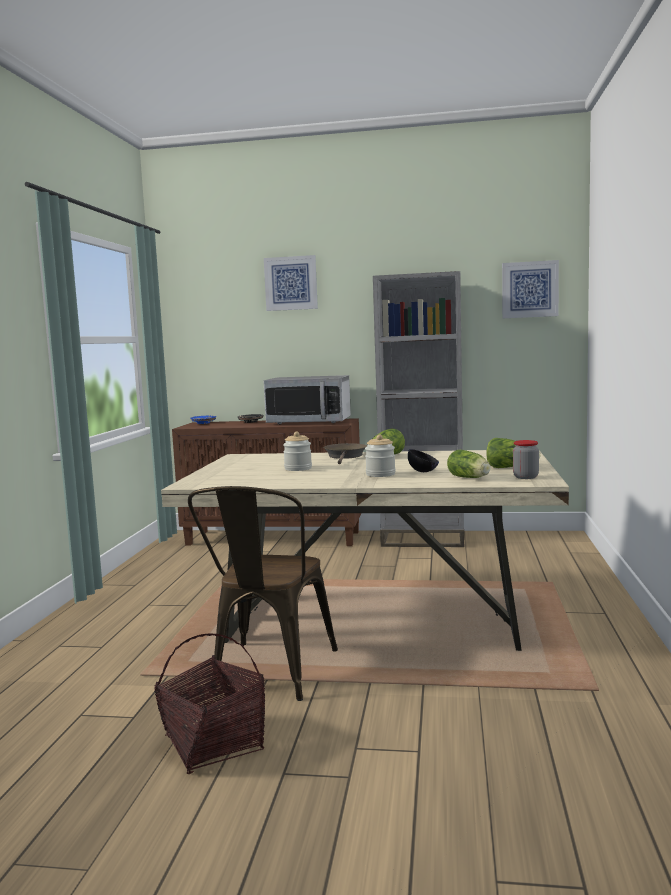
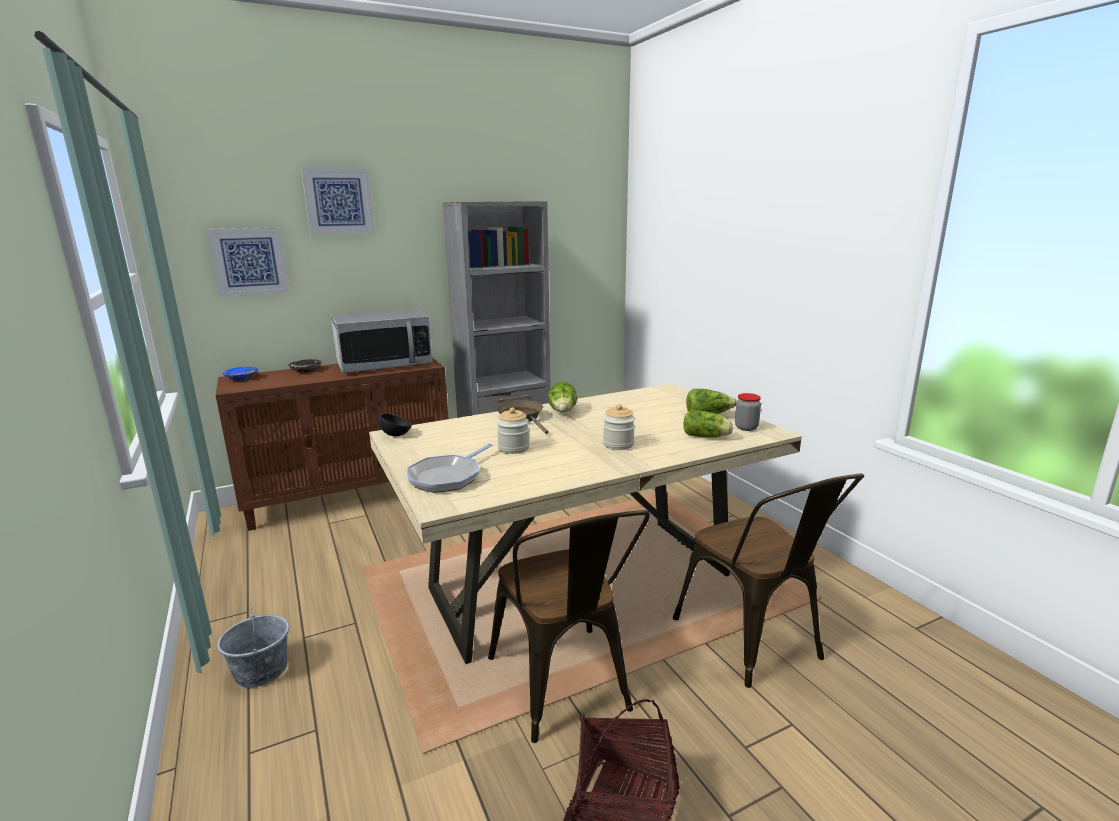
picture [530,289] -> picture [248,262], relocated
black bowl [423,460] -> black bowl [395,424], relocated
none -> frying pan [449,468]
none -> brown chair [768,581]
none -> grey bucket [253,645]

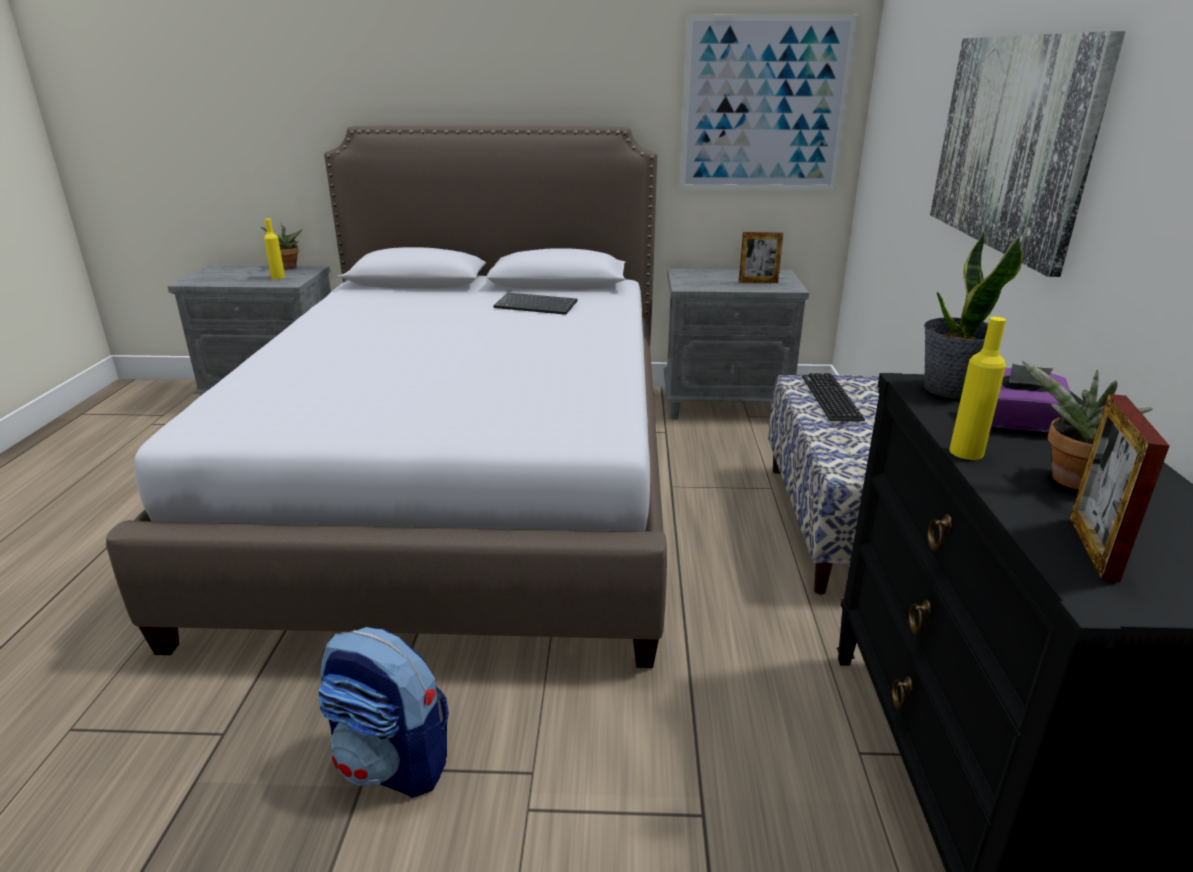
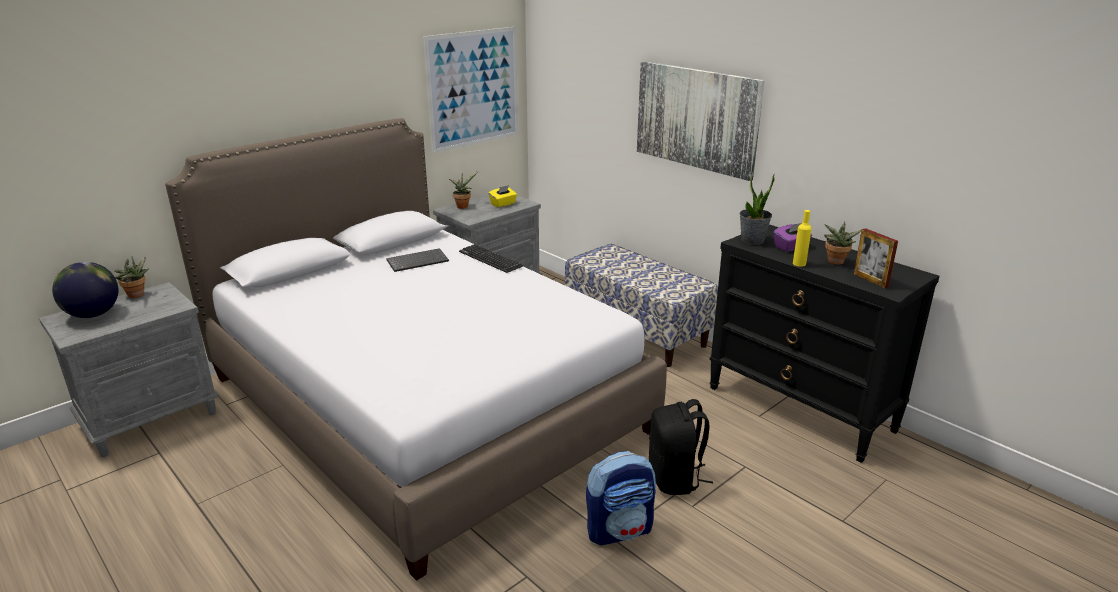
yellow bottle [274,249] -> none
picture frame [761,257] -> yellow tissue box [502,196]
keyboard [833,397] -> keyboard [491,258], relocated
none -> potted plant [463,190]
none -> globe [85,290]
none -> black backpack [681,447]

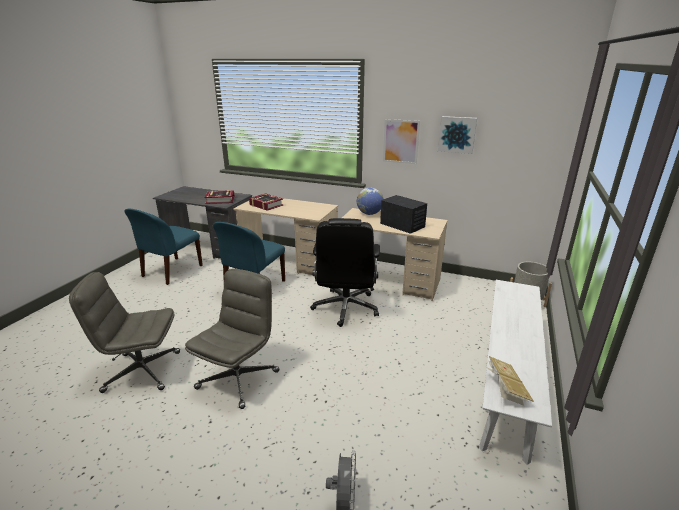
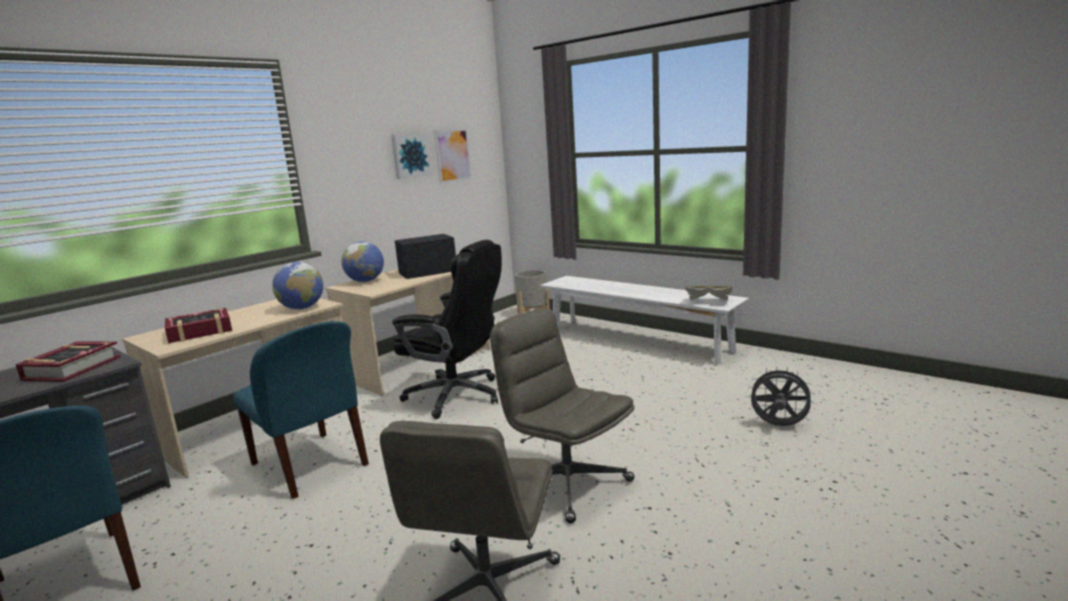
picture [401,141] -> picture [453,156], relocated
none -> globe [297,286]

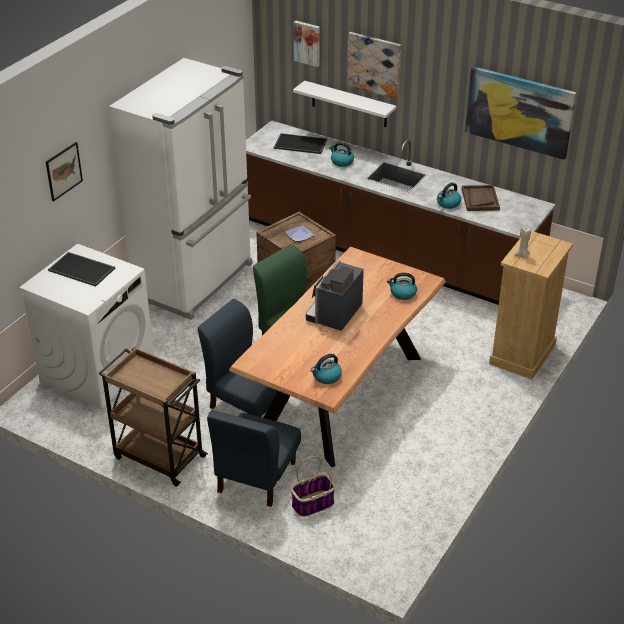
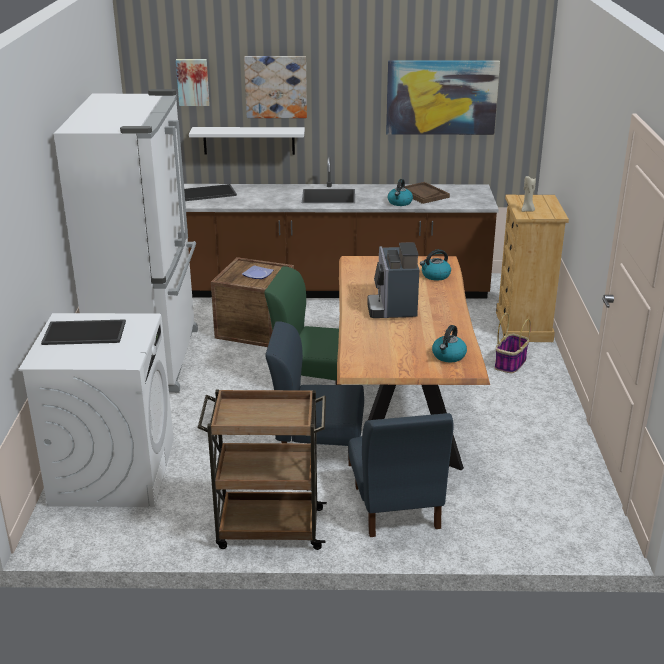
picture [64,171] -> none
kettle [341,154] -> none
basket [313,486] -> basket [513,343], relocated

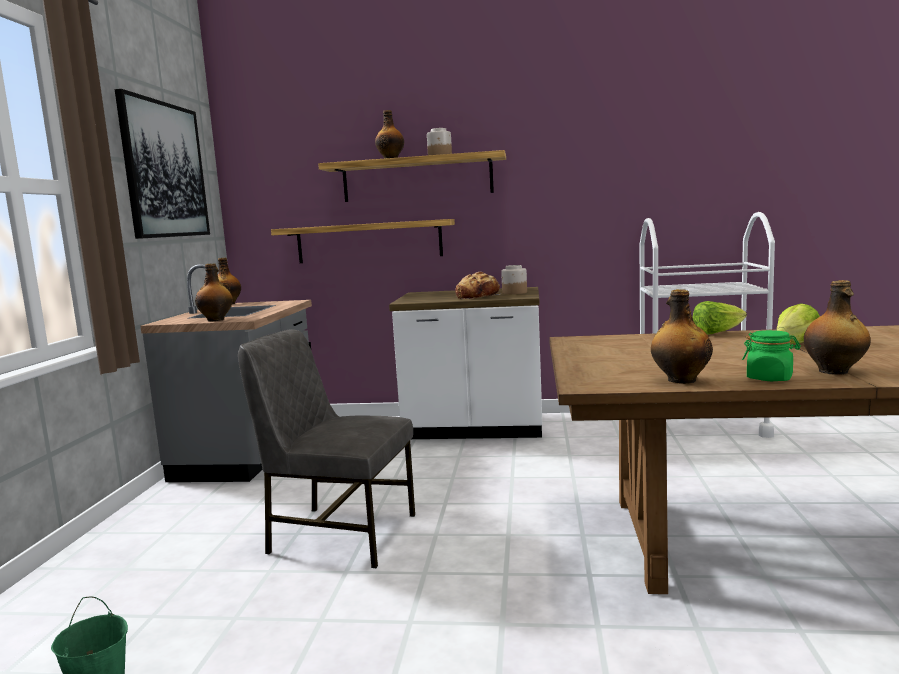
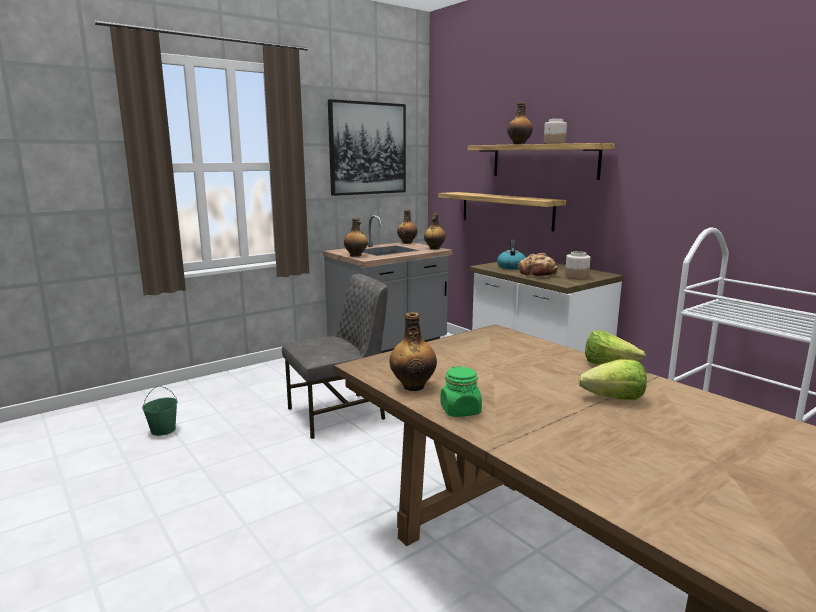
bottle [837,327] -> bottle [435,232], relocated
grey chair [326,448] -> grey chair [335,356], 90 degrees clockwise
none -> kettle [511,255]

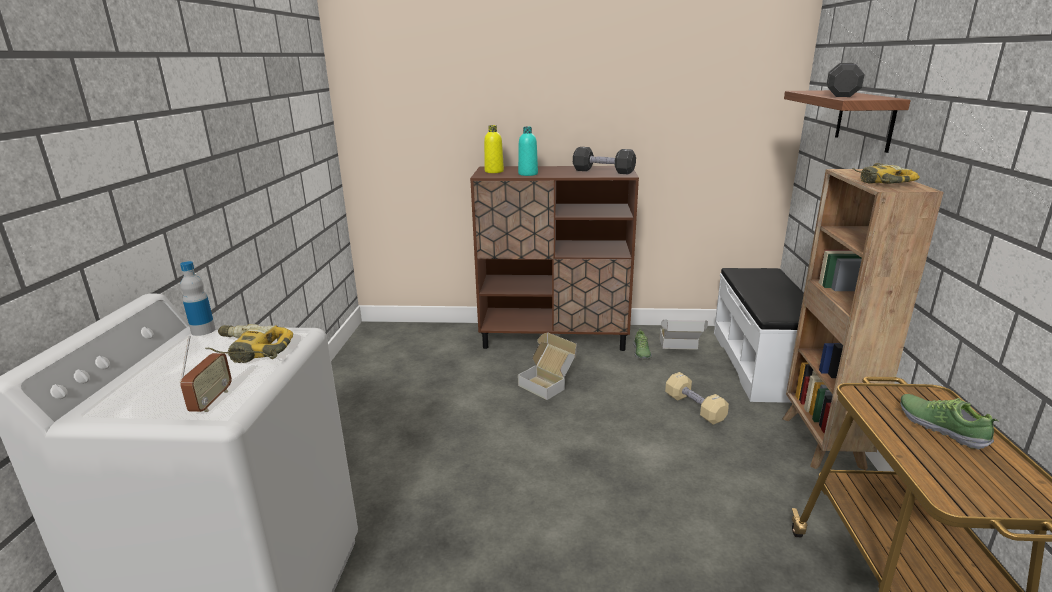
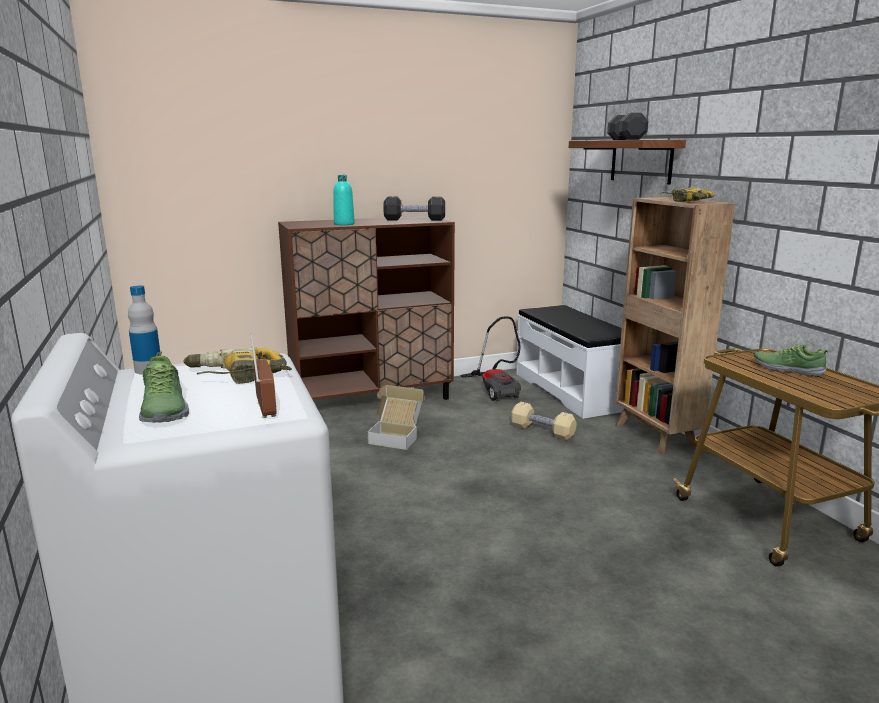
yellow bottle [494,149] -> none
cardboard box [684,334] -> vacuum cleaner [491,358]
shoe [642,344] -> shoe [164,387], relocated

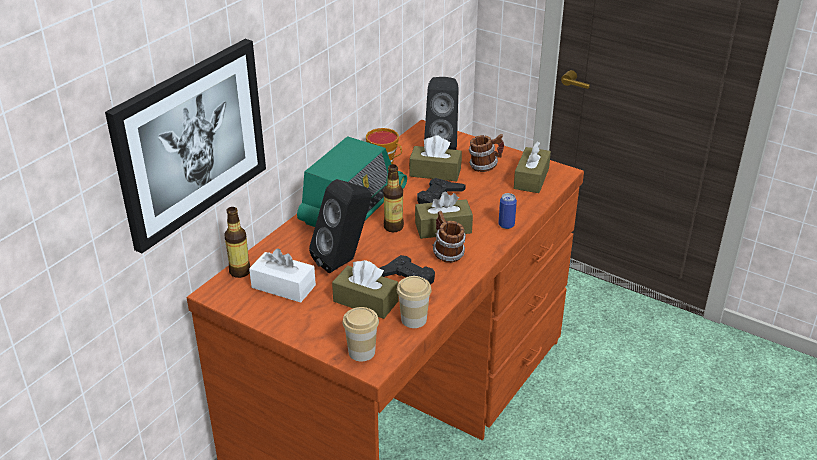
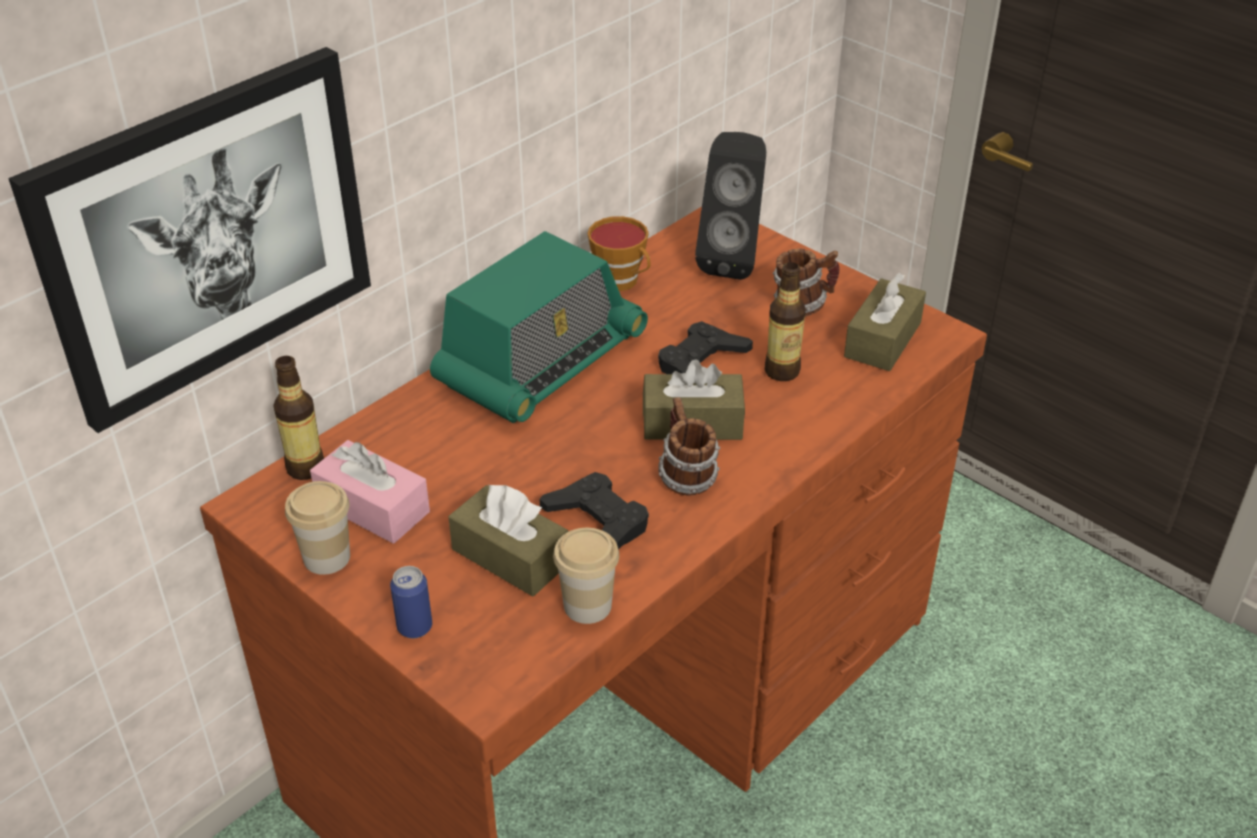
brown tissue box [435,158] -> none
bottle [393,198] -> bottle [785,321], relocated
black speaker [340,226] -> none
can [507,211] -> can [411,602], relocated
white tissue box [282,275] -> pink tissue box [370,492]
cup [360,334] -> cup [317,528], relocated

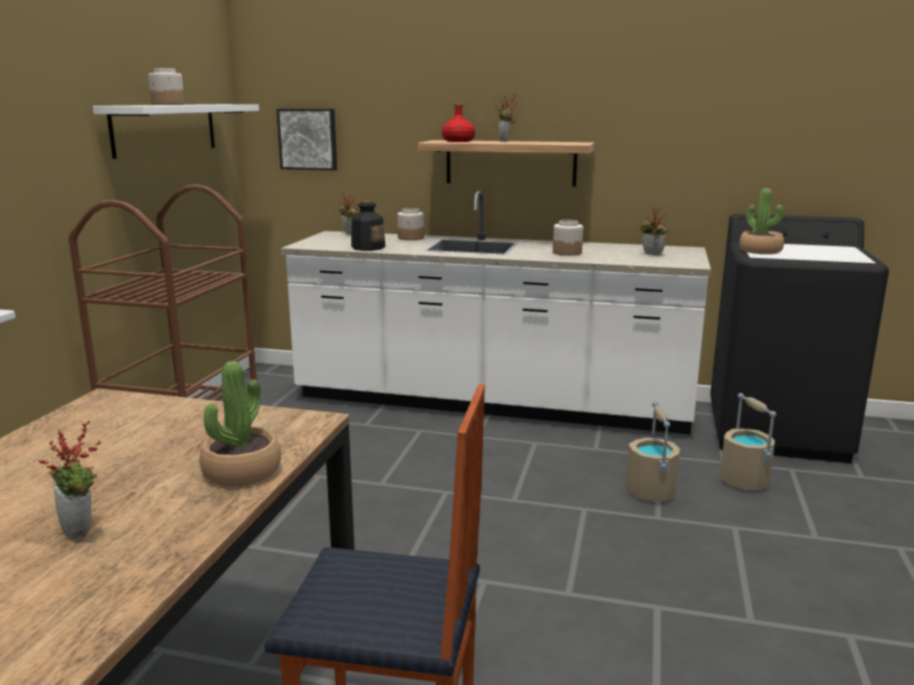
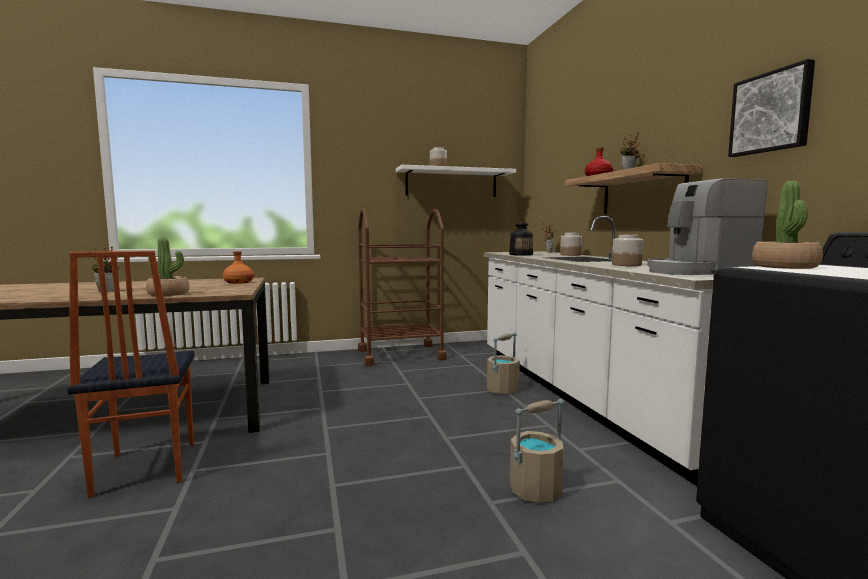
picture [307,139] -> picture [771,108], relocated
potted plant [653,231] -> coffee machine [707,226]
beige bucket [747,442] -> beige bucket [503,363], relocated
none -> orange bottle [238,267]

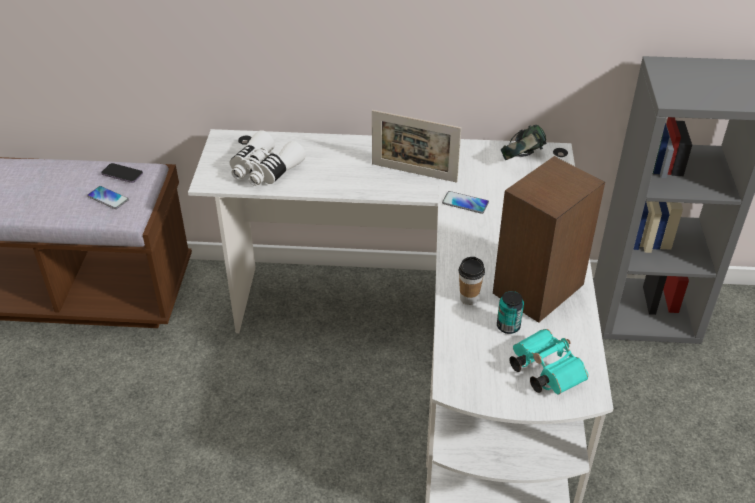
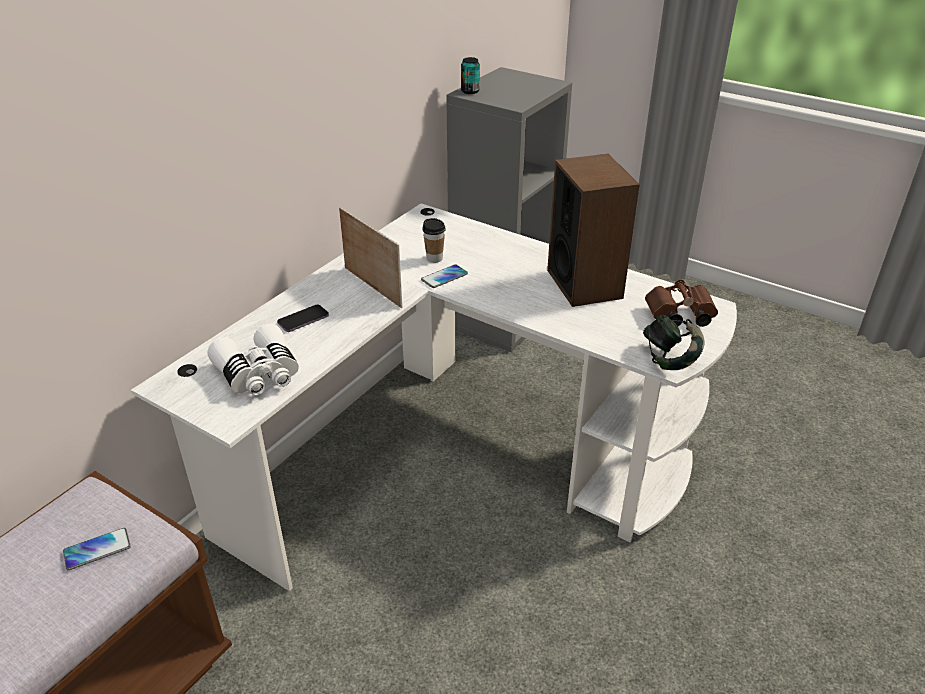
picture frame [416,146] -> picture frame [370,257], 90 degrees counterclockwise
headphones [523,142] -> headphones [673,342], relocated
phone [122,173] -> phone [303,318], relocated
cup [471,281] -> cup [434,240], relocated
can [510,312] -> can [470,75], relocated
turquoise binoculars [549,361] -> brown binoculars [681,303]

